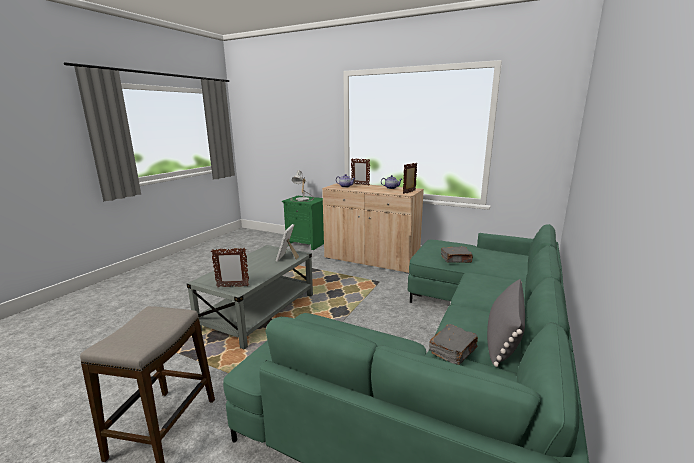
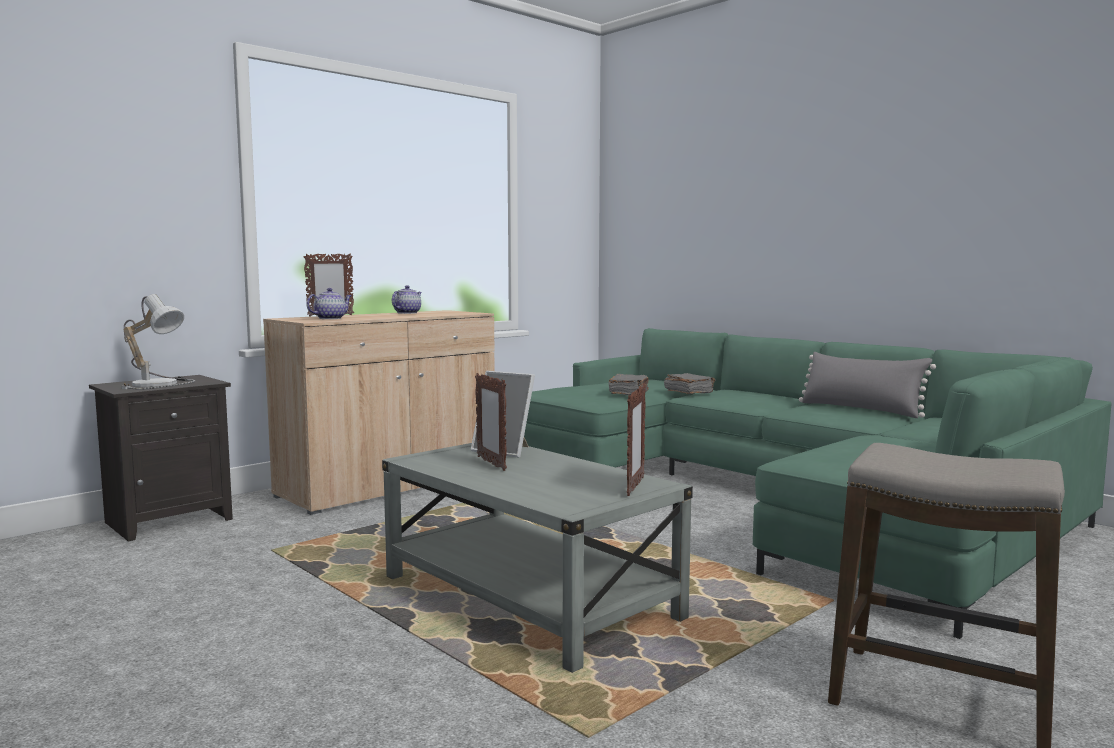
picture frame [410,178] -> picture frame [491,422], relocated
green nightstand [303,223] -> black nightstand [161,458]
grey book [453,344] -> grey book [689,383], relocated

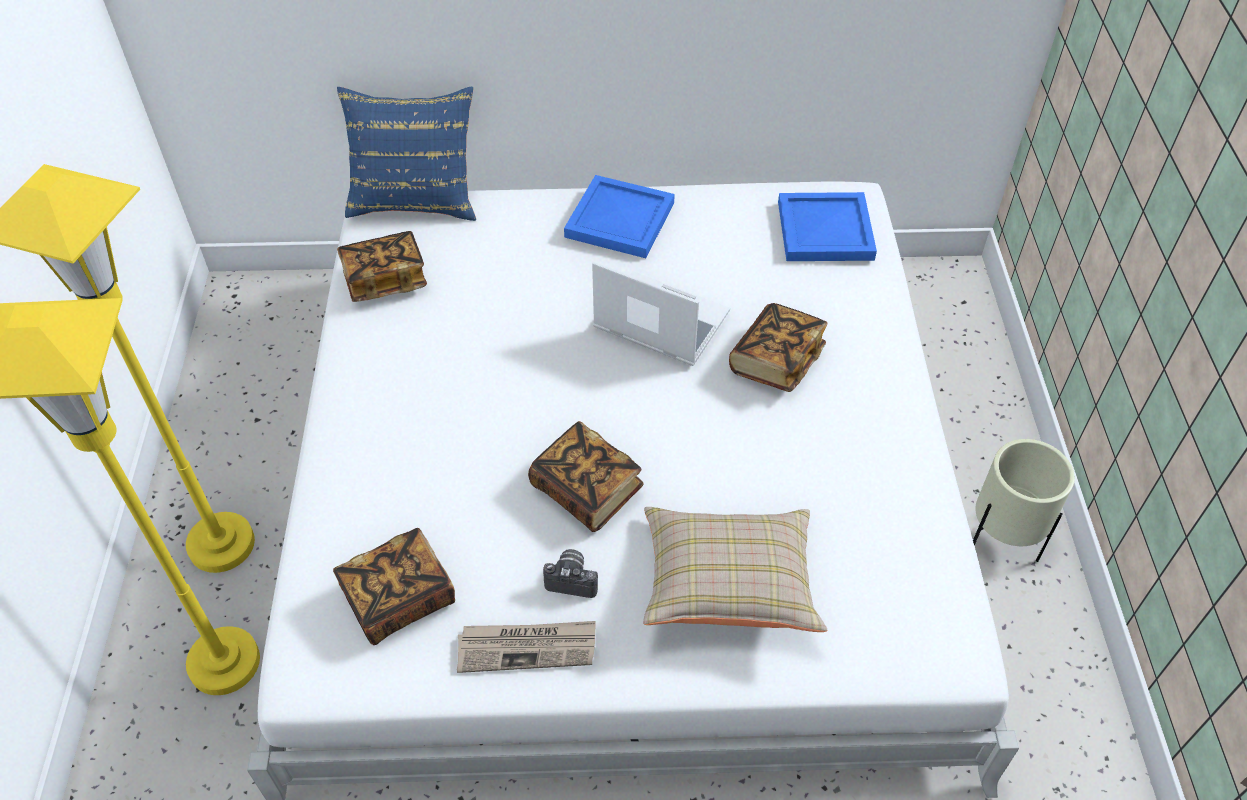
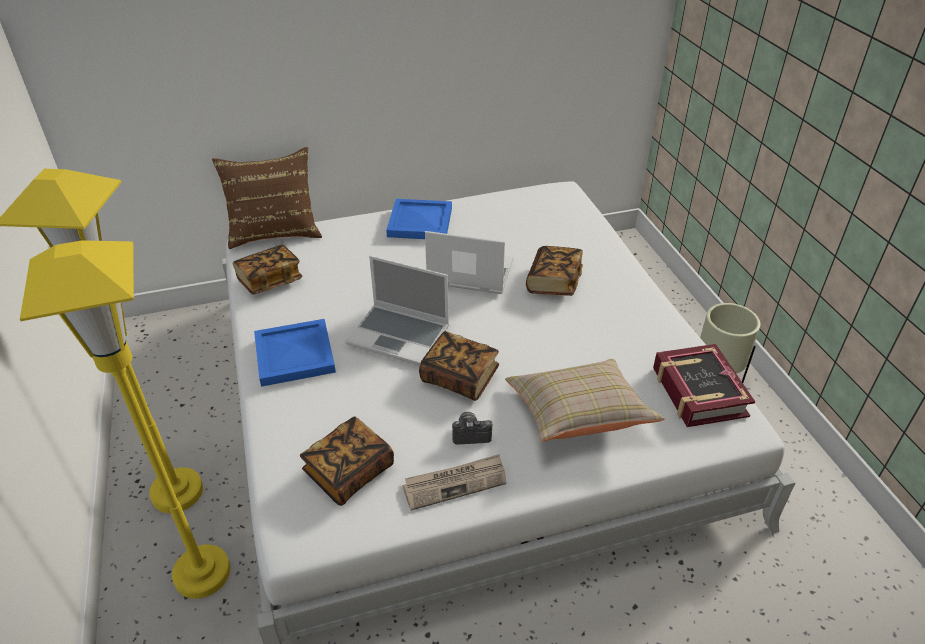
blue pillow [406,154] -> brown pillow [267,198]
blue tray [827,226] -> blue tray [295,353], relocated
none -> laptop [397,311]
none -> book [704,385]

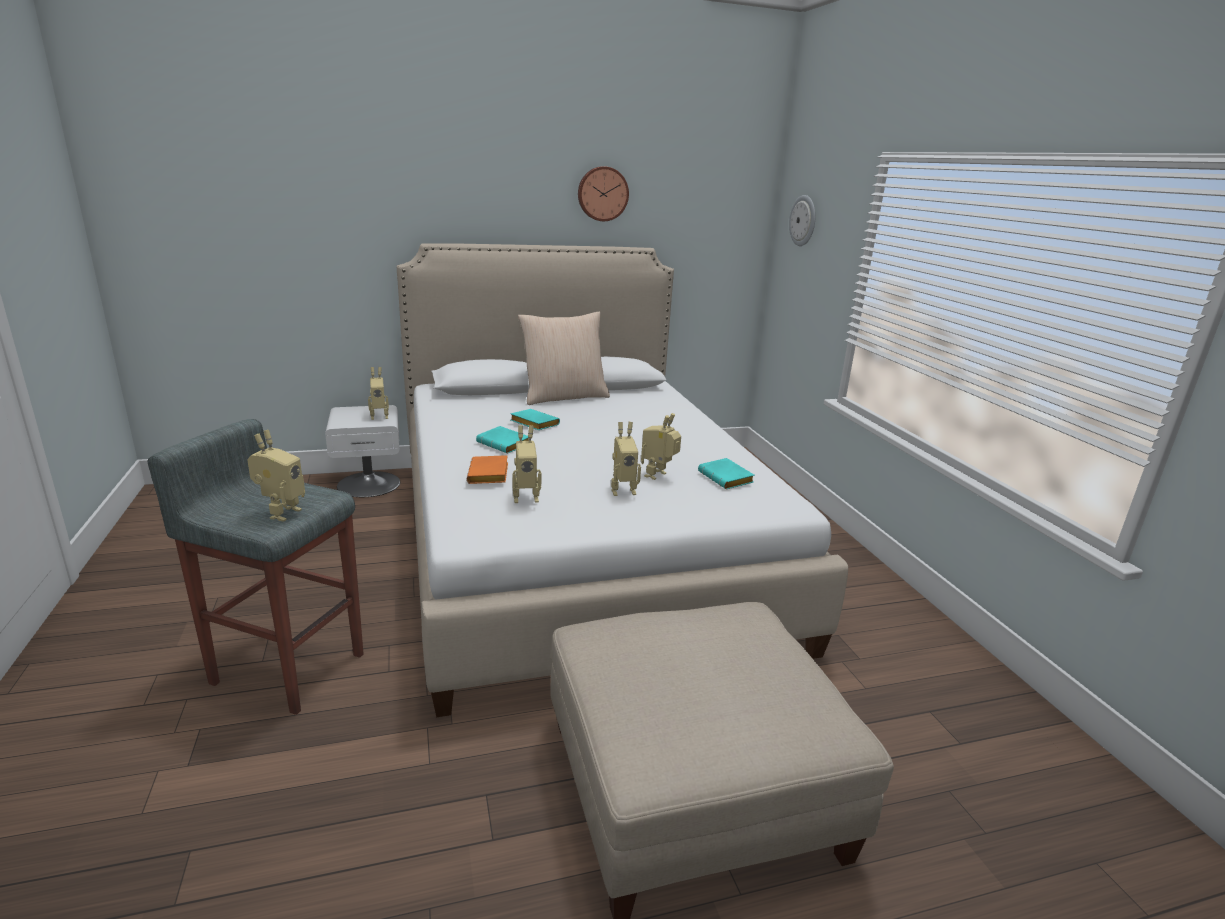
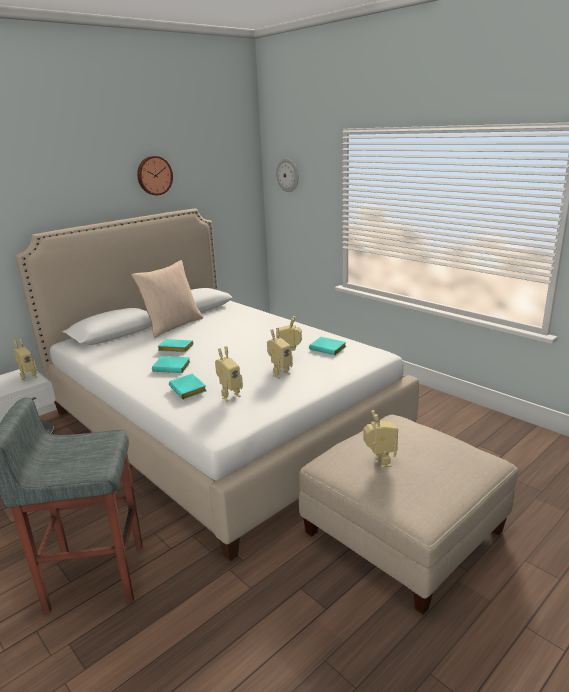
toy robot [276,476] -> toy robot [380,439], relocated
orange book [487,469] -> turquoise book [188,386]

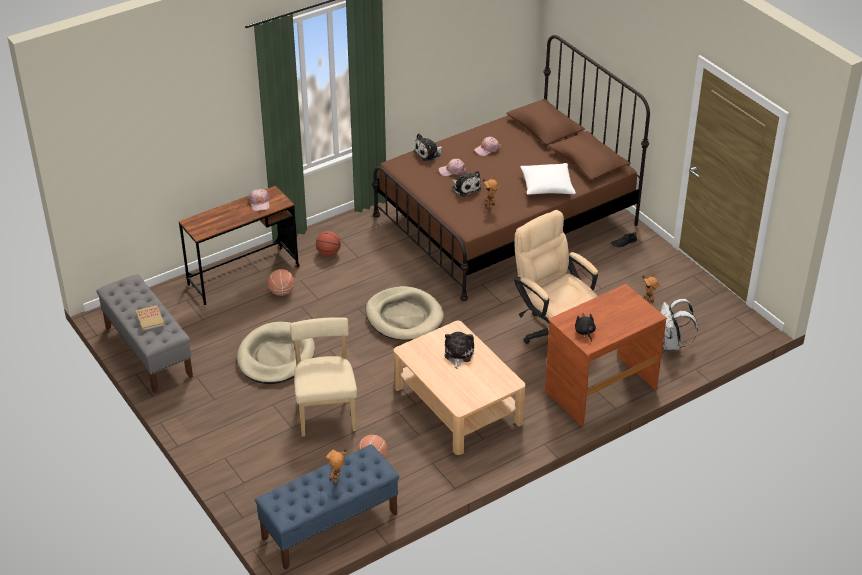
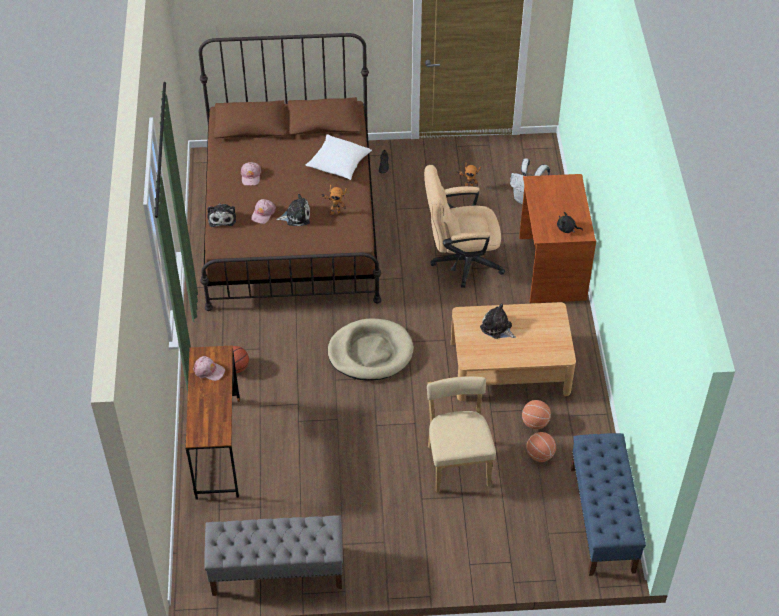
basketball [281,282] -> basketball [536,414], relocated
book [150,318] -> none
beige chair [323,377] -> beige chair [461,434], 60 degrees clockwise
beige dog bed [276,353] -> none
toy robot [336,465] -> none

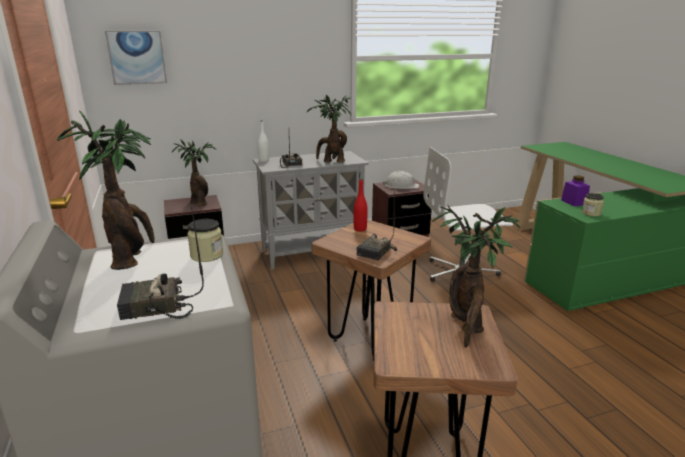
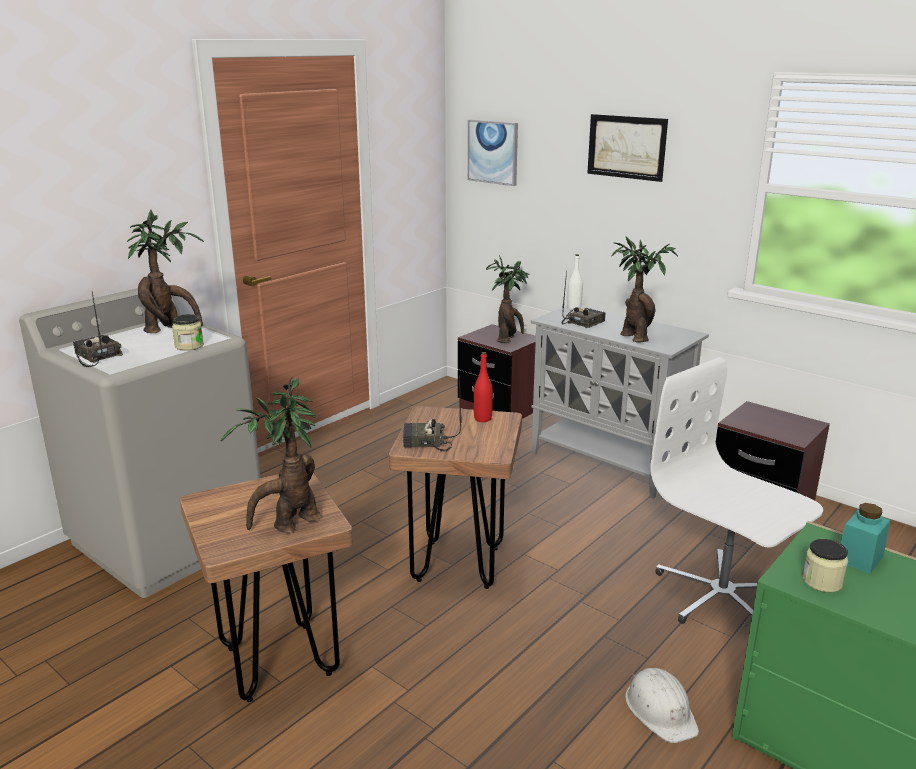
white hard hat [401,180] -> white hard hat [662,705], relocated
purple jar [575,191] -> turquoise jar [865,538]
none -> picture [627,148]

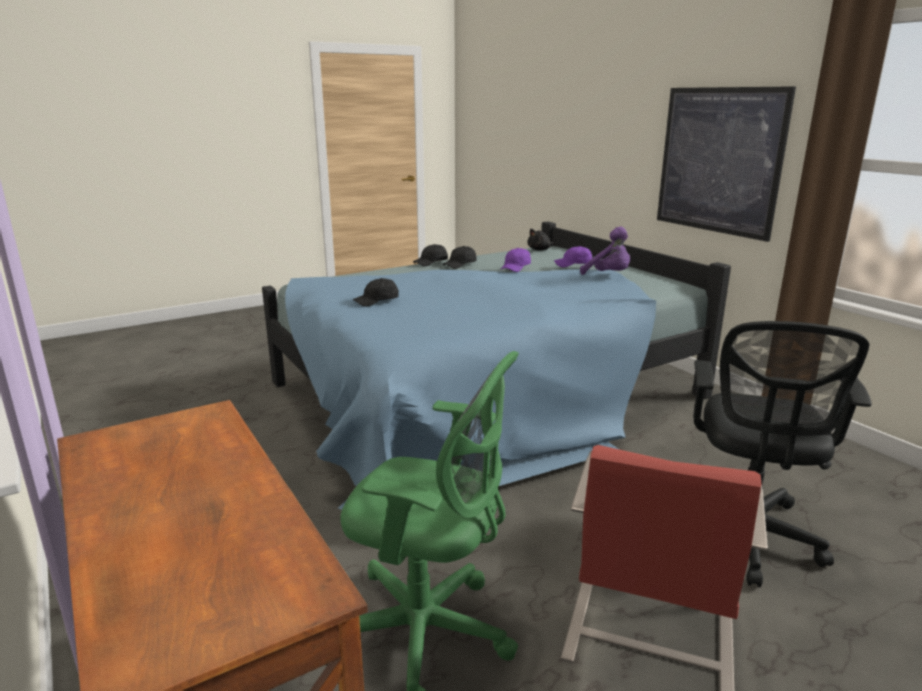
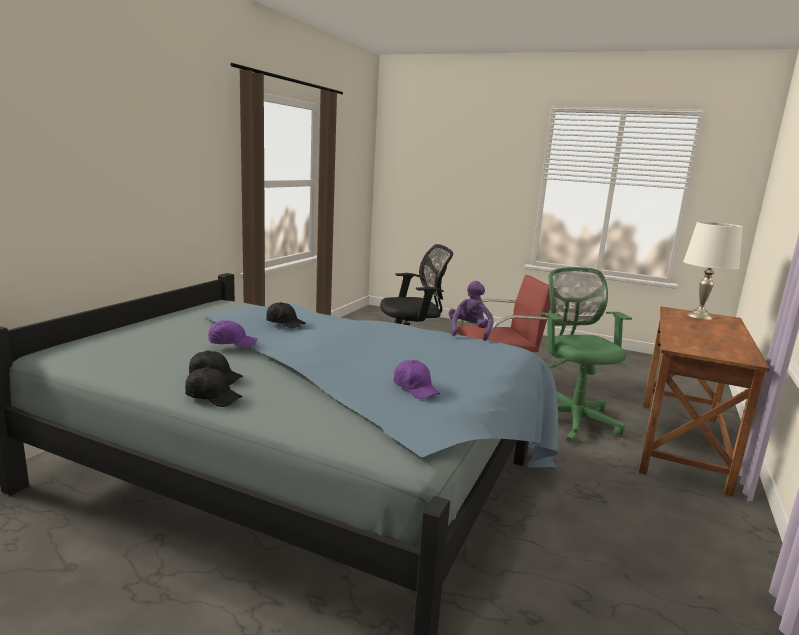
picture [726,164] -> none
purple plush toy [605,251] -> purple plush toy [471,311], relocated
black plush toy [541,239] -> none
purple cap [573,256] -> purple cap [416,379], relocated
black cap [376,292] -> black cap [286,315], relocated
none -> white table lamp [713,271]

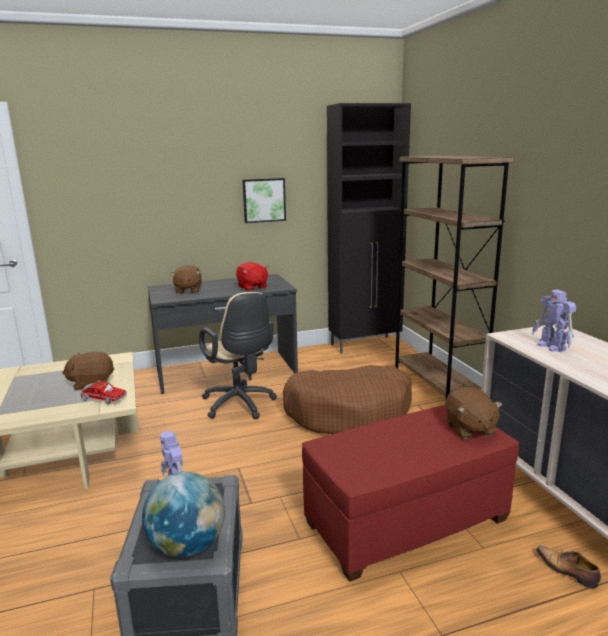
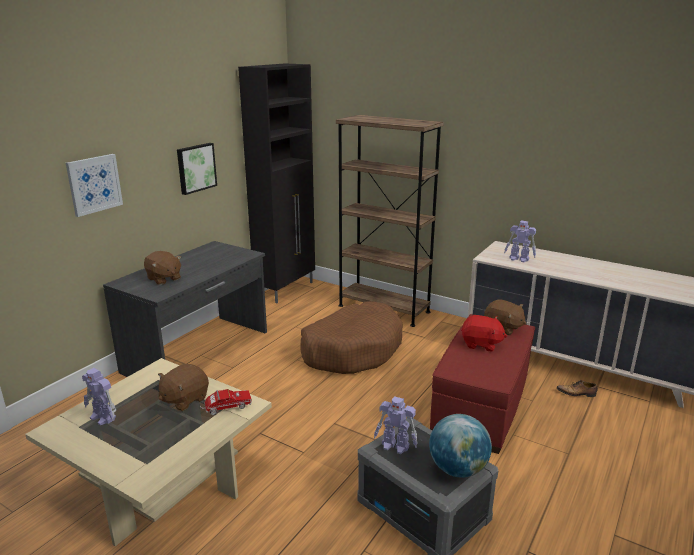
red plush toy [252,276] -> red plush toy [484,333], relocated
beige office chair [238,355] -> none
none -> picture [94,185]
none -> toy robot [99,396]

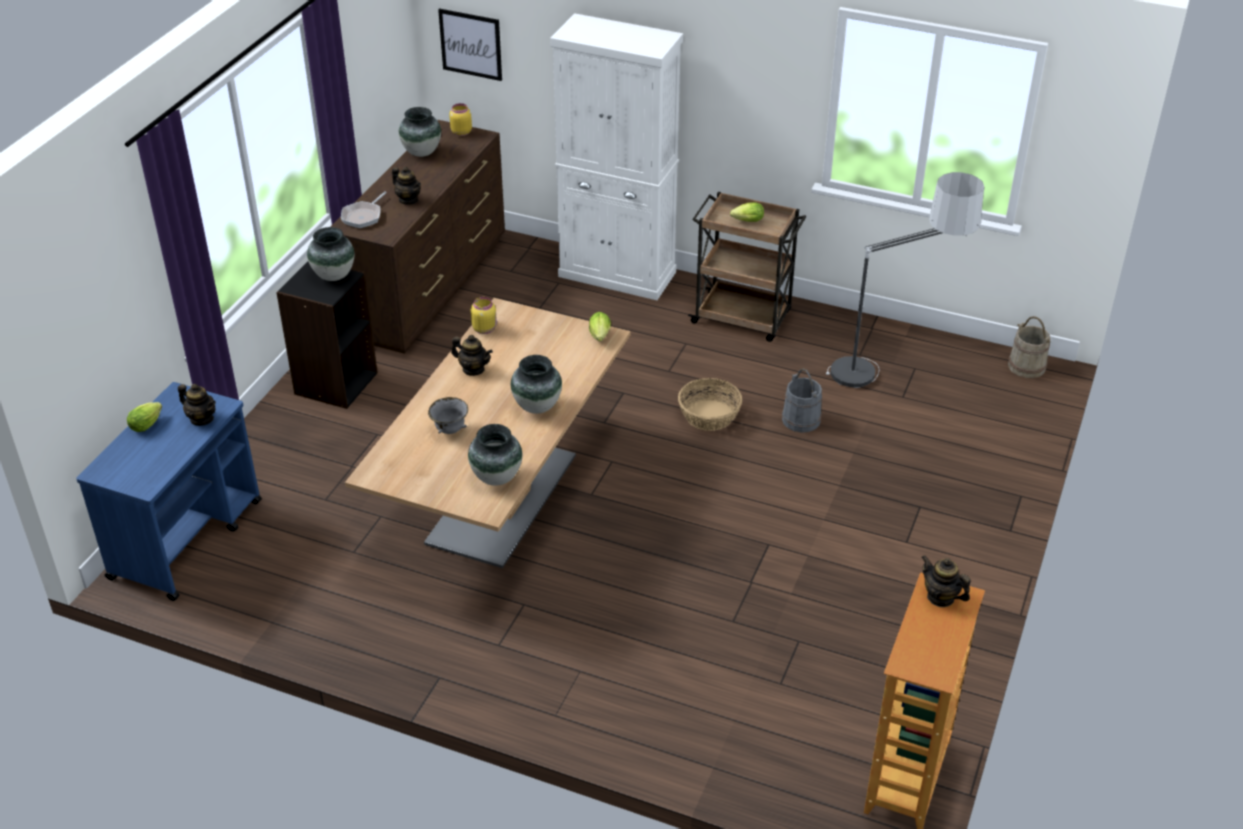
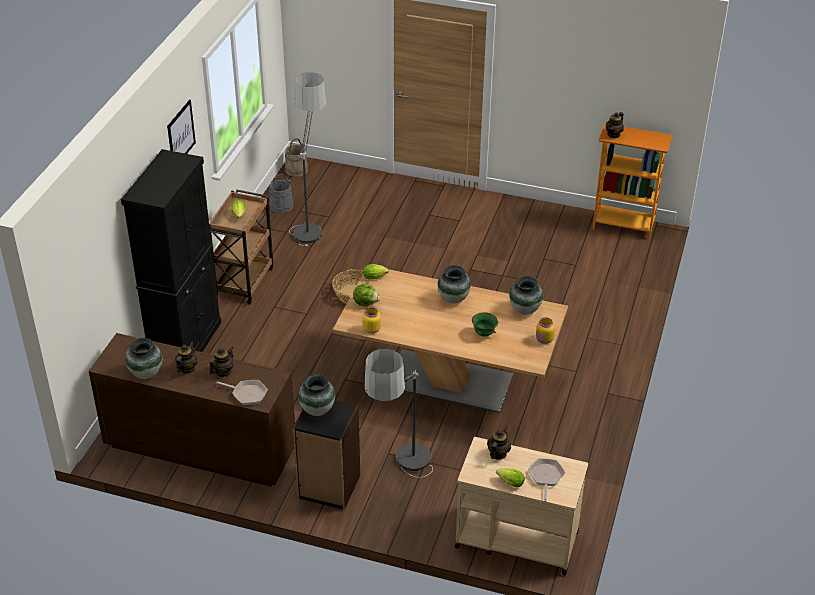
picture [470,45] -> picture [181,127], relocated
white cabinet [616,156] -> black cabinet [171,250]
yellow jar [460,119] -> yellow jar [545,331], relocated
teapot [472,355] -> teapot [186,358], relocated
grey bucket [802,400] -> grey bucket [281,193], relocated
blue cart [169,491] -> beige cart [521,506]
grey bowl [448,415] -> green bowl [485,324]
none -> lettuce [366,295]
none -> floor lamp [399,413]
none -> frying pan [546,480]

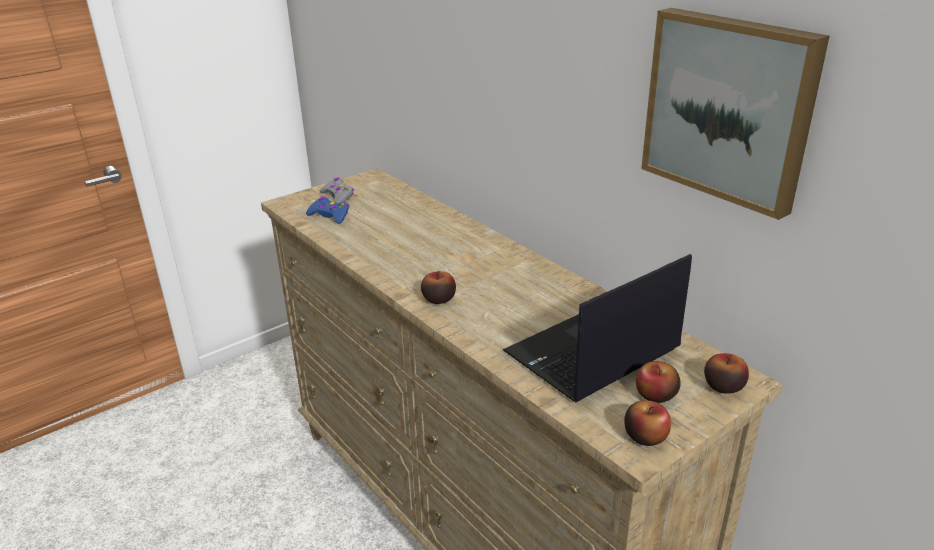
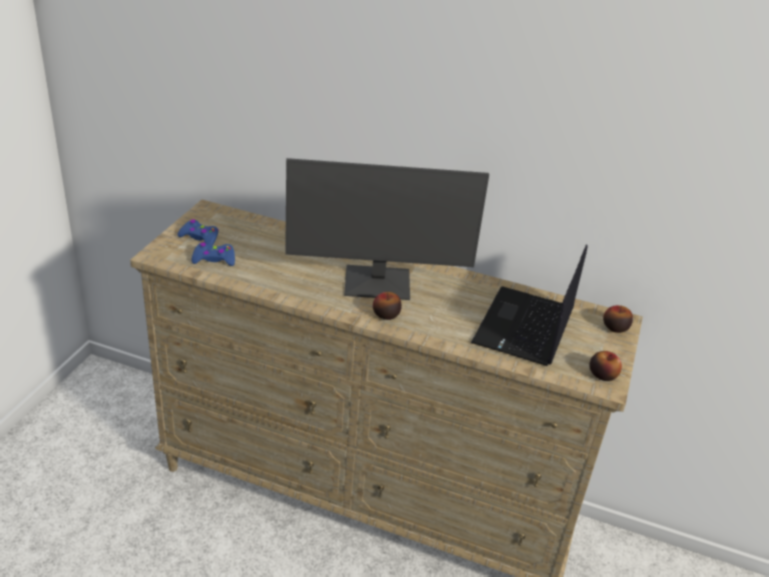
picture [735,114] -> none
grey game controller [337,190] -> blue game controller [198,232]
apple [658,382] -> none
none -> monitor [387,229]

